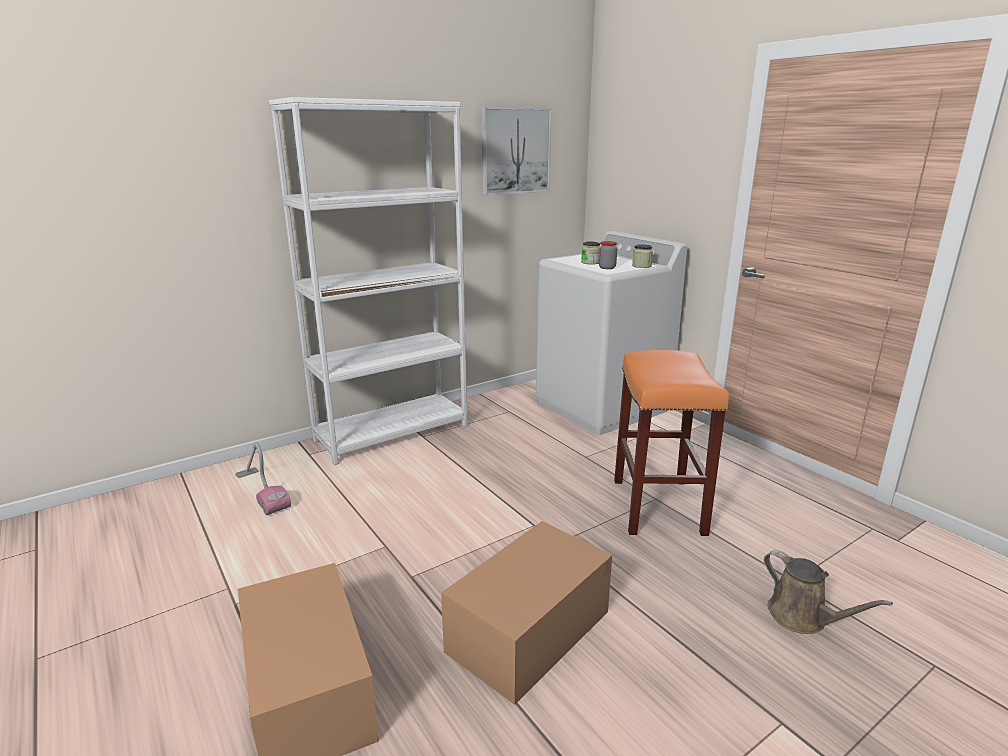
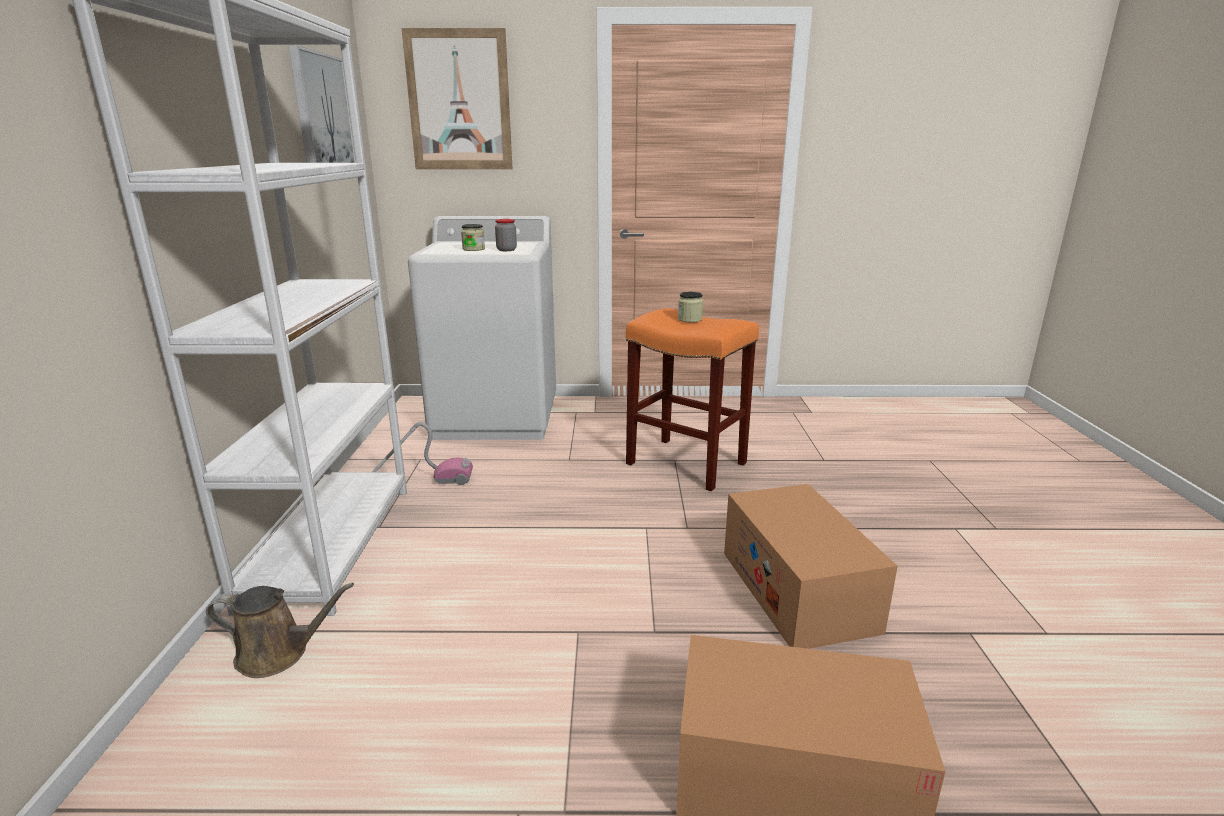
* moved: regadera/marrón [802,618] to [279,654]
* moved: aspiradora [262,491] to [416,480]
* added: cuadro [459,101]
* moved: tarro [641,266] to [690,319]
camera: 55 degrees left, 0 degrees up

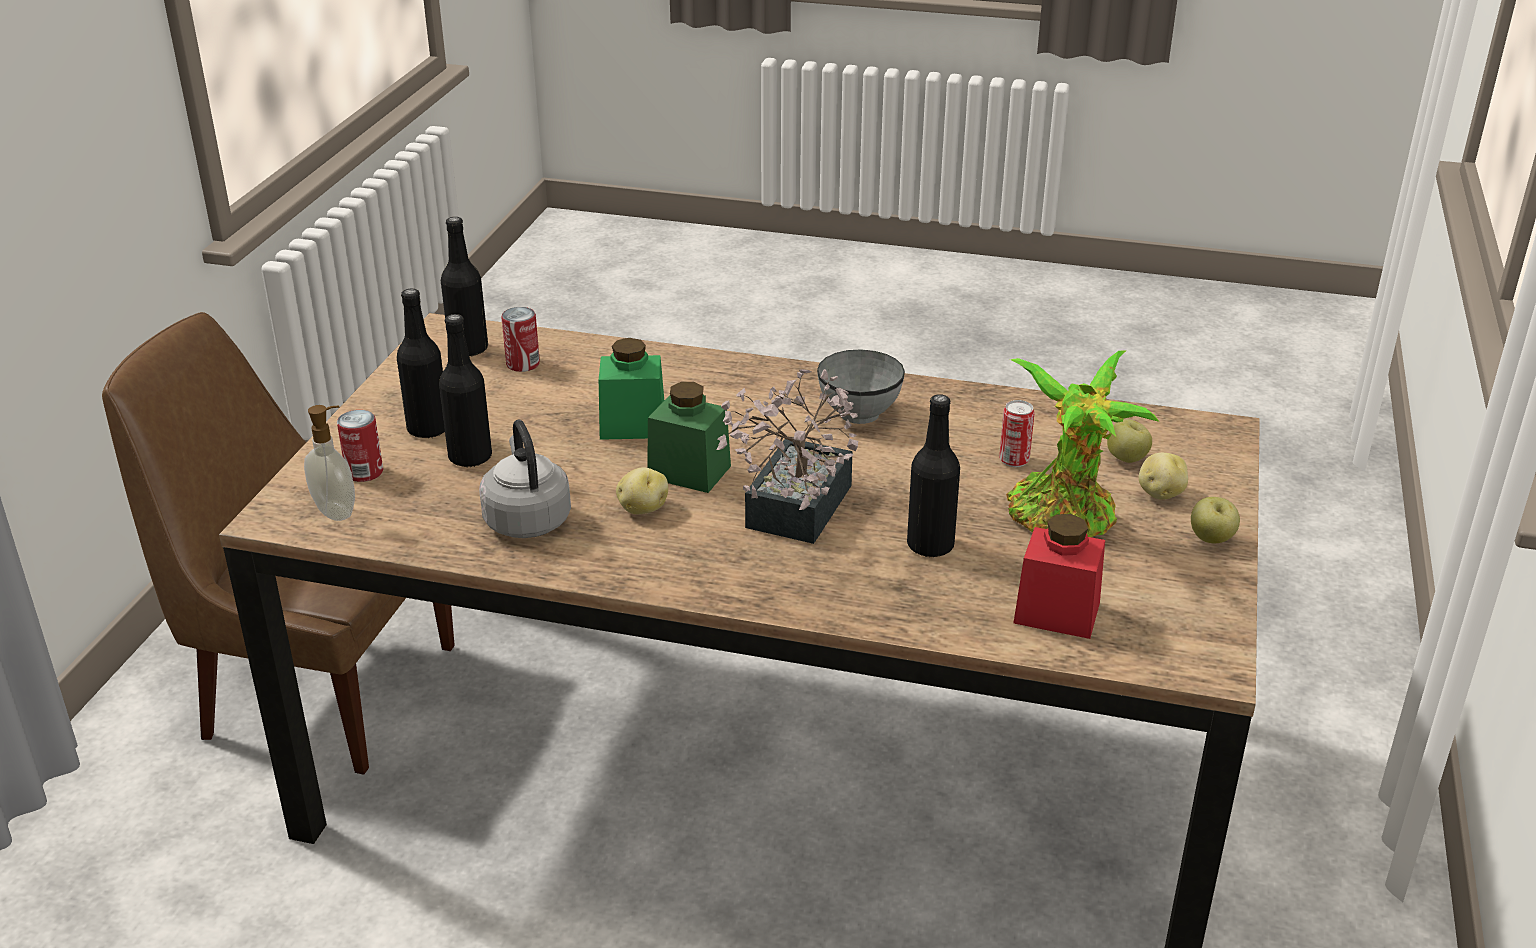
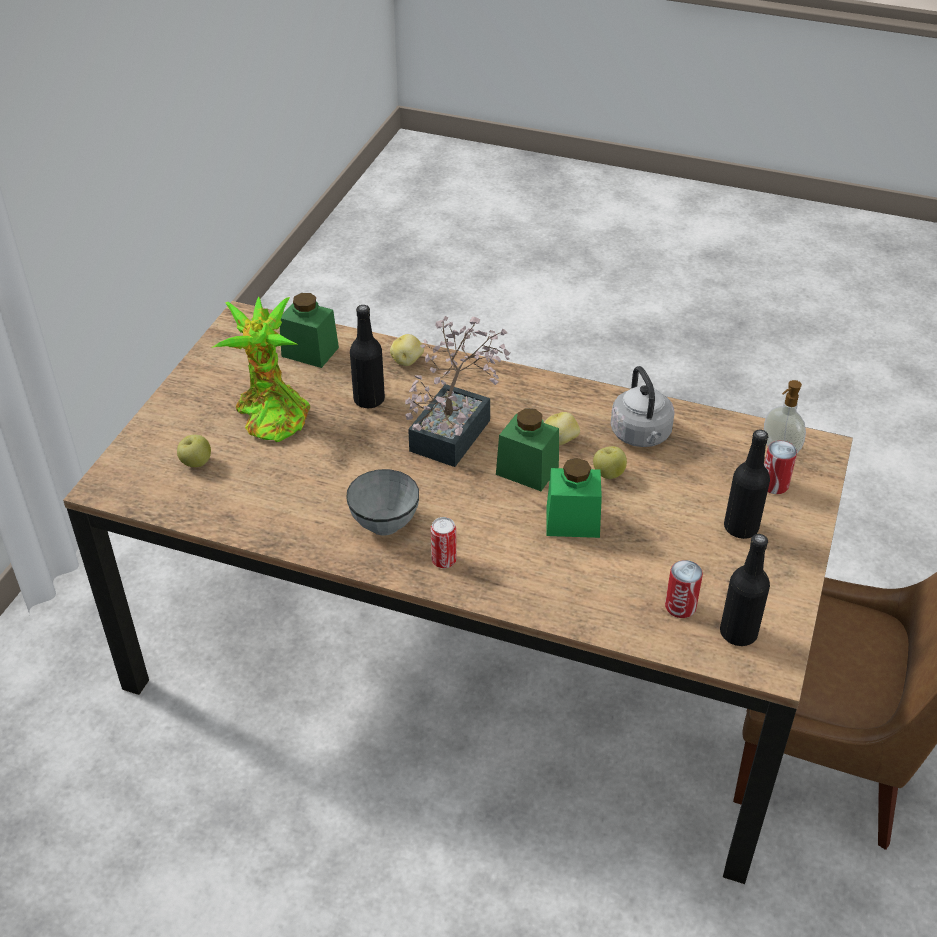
* recoloured: tarro/rojo [1056,613] to tarro/verde [310,352]
* moved: patata [1160,493] to [407,361]
* moved: lata [1014,460] to [444,560]
* moved: manzana [1211,539] to [608,474]
* removed: botella/negro [470,457]
camera: 175 degrees left, 10 degrees up

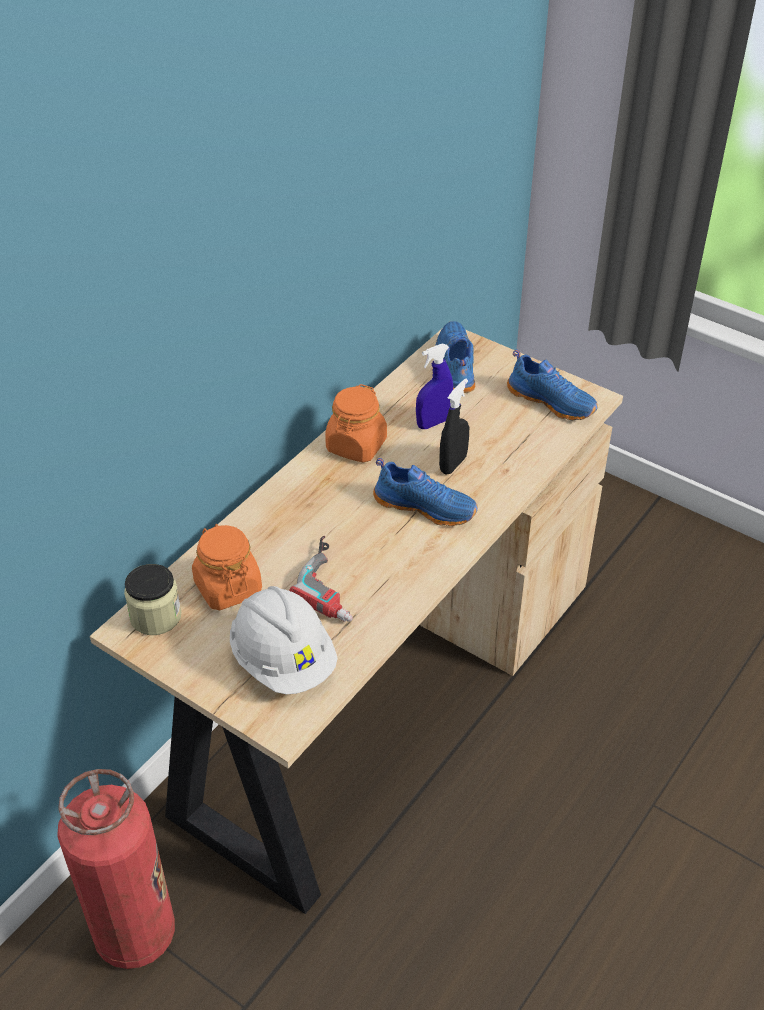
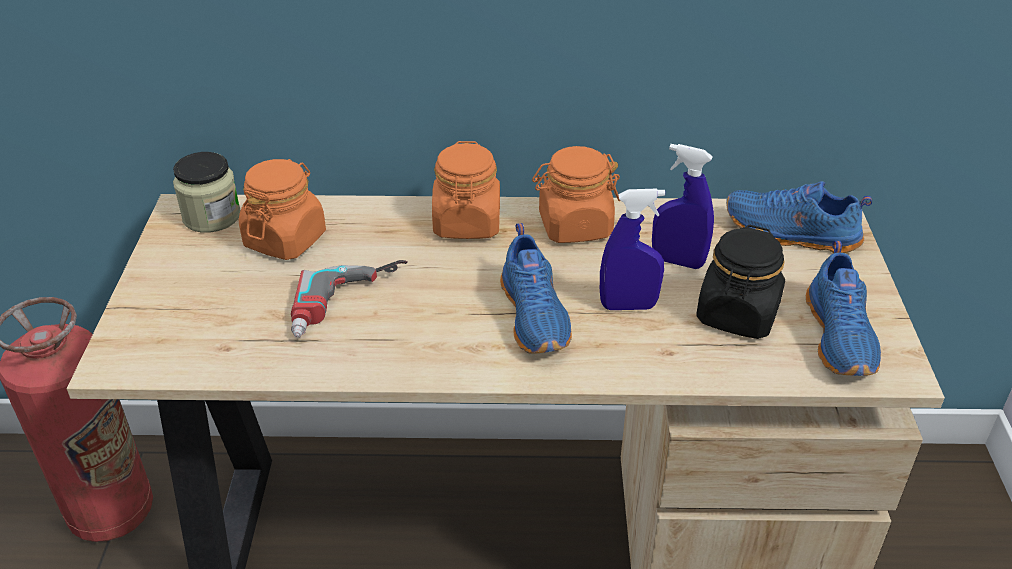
* added: tarro/naranja [467,223]
* recoloured: pulverizador/negro [453,464] to pulverizador/azul [628,306]
* added: tarro/negro [737,315]
* turned: zapato/azul [454,366] = [790,235] 120 degrees counterclockwise
* removed: casco/blanco [283,660]
camera: 55 degrees right, 5 degrees down

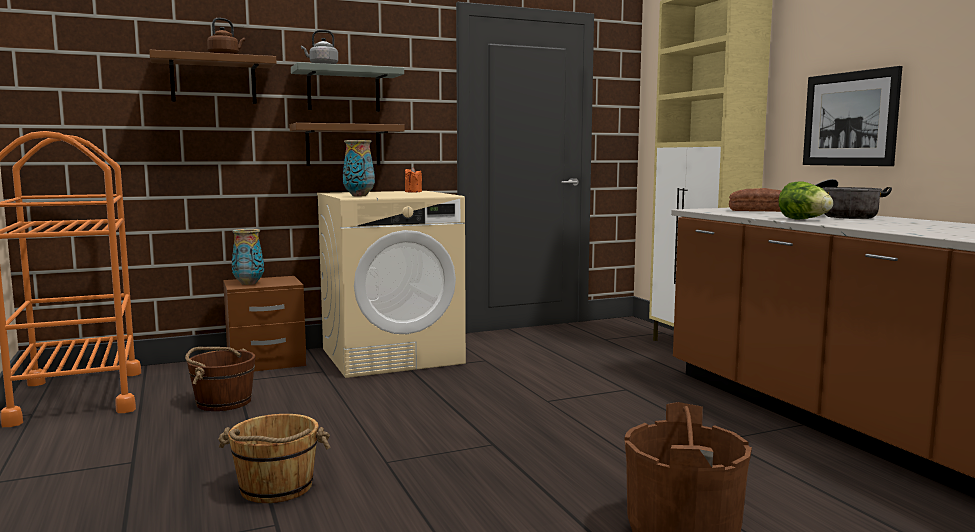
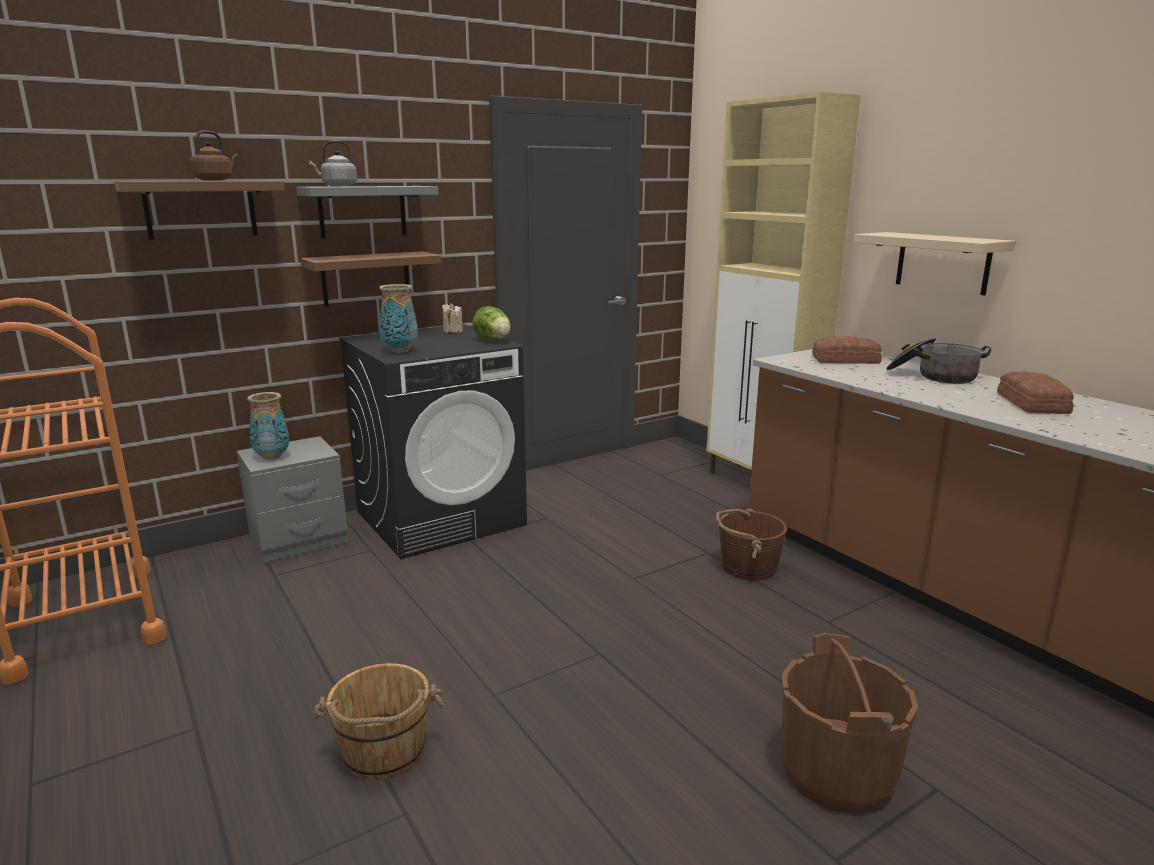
* recoloured: mesita de noche/marrón [266,363] to mesita de noche/gris [299,541]
* recoloured: lavadora/beis [392,356] to lavadora/negro [441,518]
* recoloured: vela/naranja [413,192] to vela/beis [453,331]
* moved: lechuga [804,220] to [494,340]
* moved: cubo/marrón [223,402] to [747,567]
* replaced: cuadro [850,119] to estante/beis [942,262]
* added: pan [1031,403]
camera: 10 degrees left, 10 degrees up

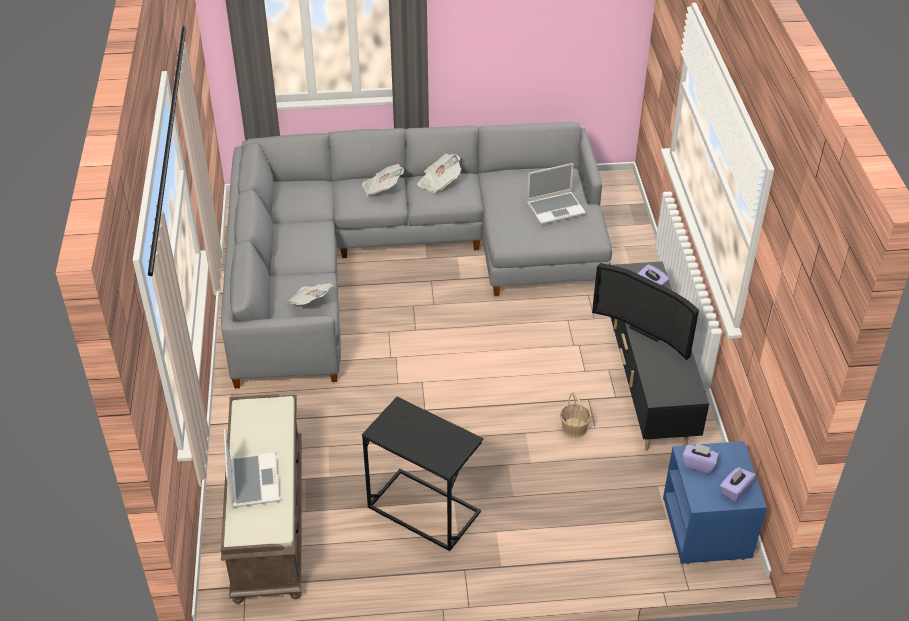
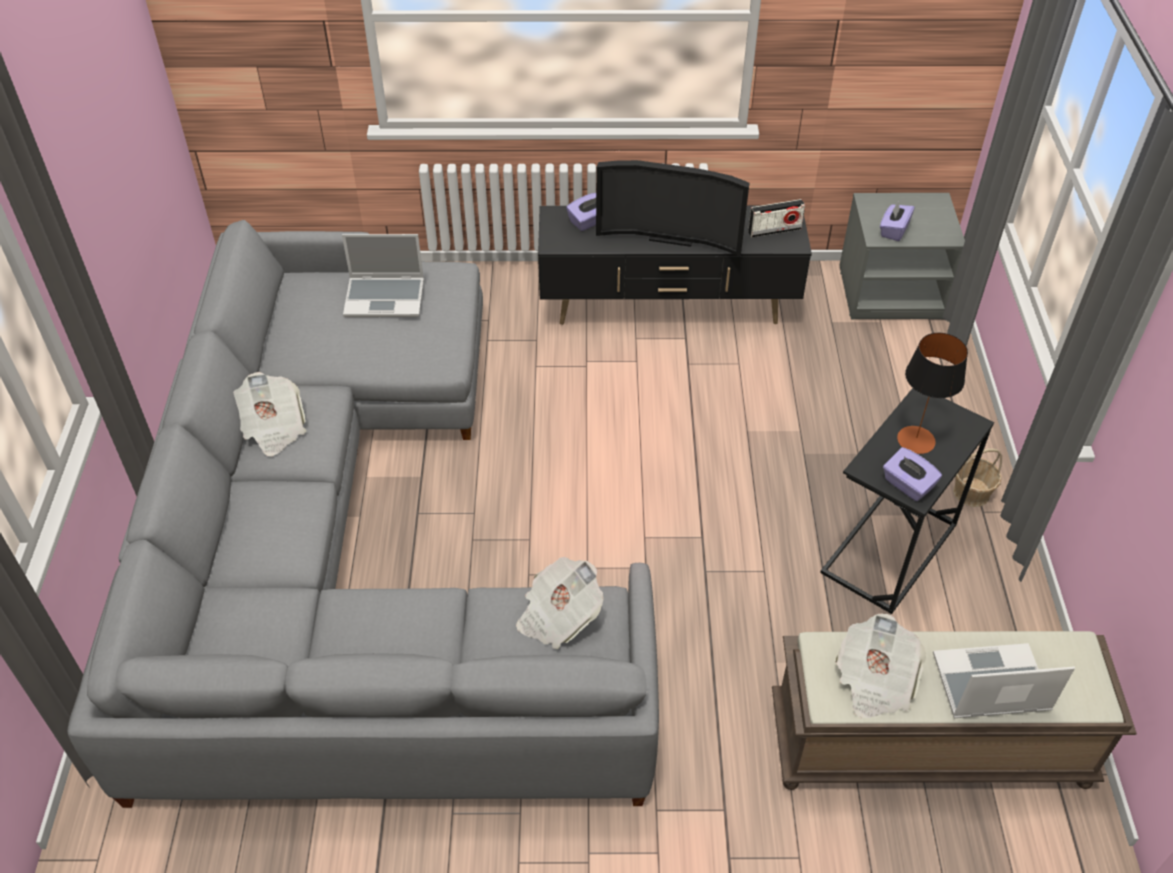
* turned: portátil [556,208] = [386,298] 105 degrees clockwise
* turned: televisor [647,329] = [671,235] 60 degrees clockwise
* added: radio [774,230]
* moved: periódico [382,189] to [874,681]
* recoloured: mesita de noche/azul [707,528] to mesita de noche/gris [891,292]
* moved: caja de pañuelos/morado [735,490] to [907,485]
* added: lámpara de mesa [916,440]
* moved: cesta [574,428] to [971,493]
camera: 85 degrees left, 5 degrees up

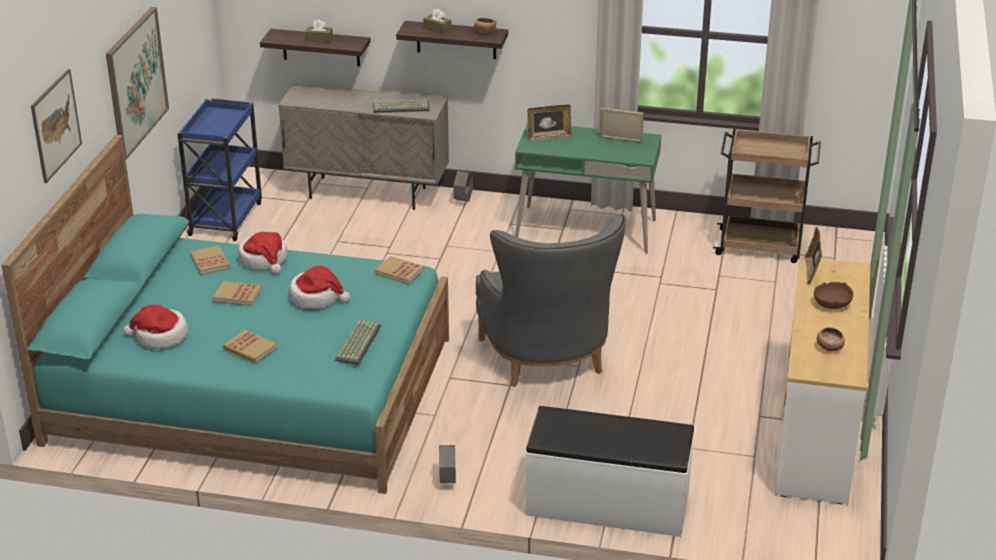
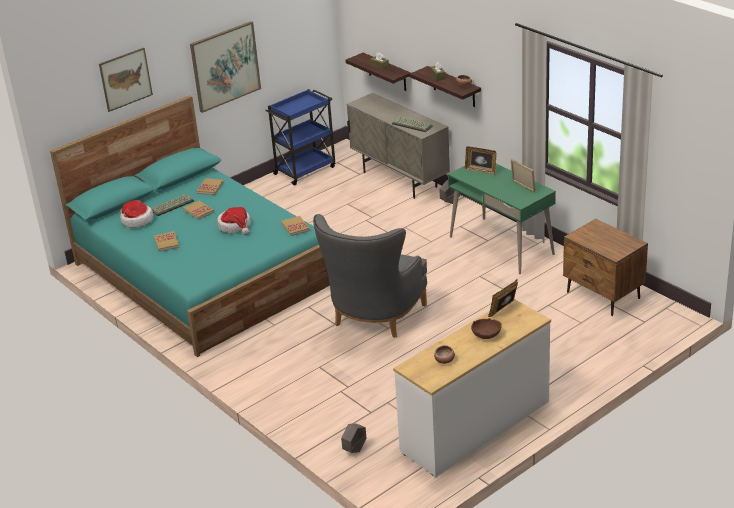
* moved: teclado [357,342] to [172,205]
* moved: maceta/gris [447,480] to [355,449]
* replaced: carrito/marrón [761,246] to mesita de noche/marrón [603,295]
* removed: sombrero [264,260]
* removed: banco/blanco [607,504]
camera: 40 degrees right, 0 degrees up

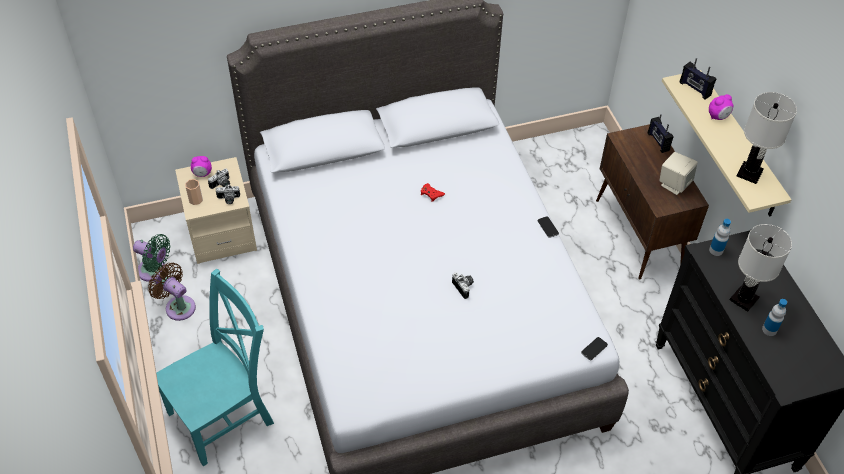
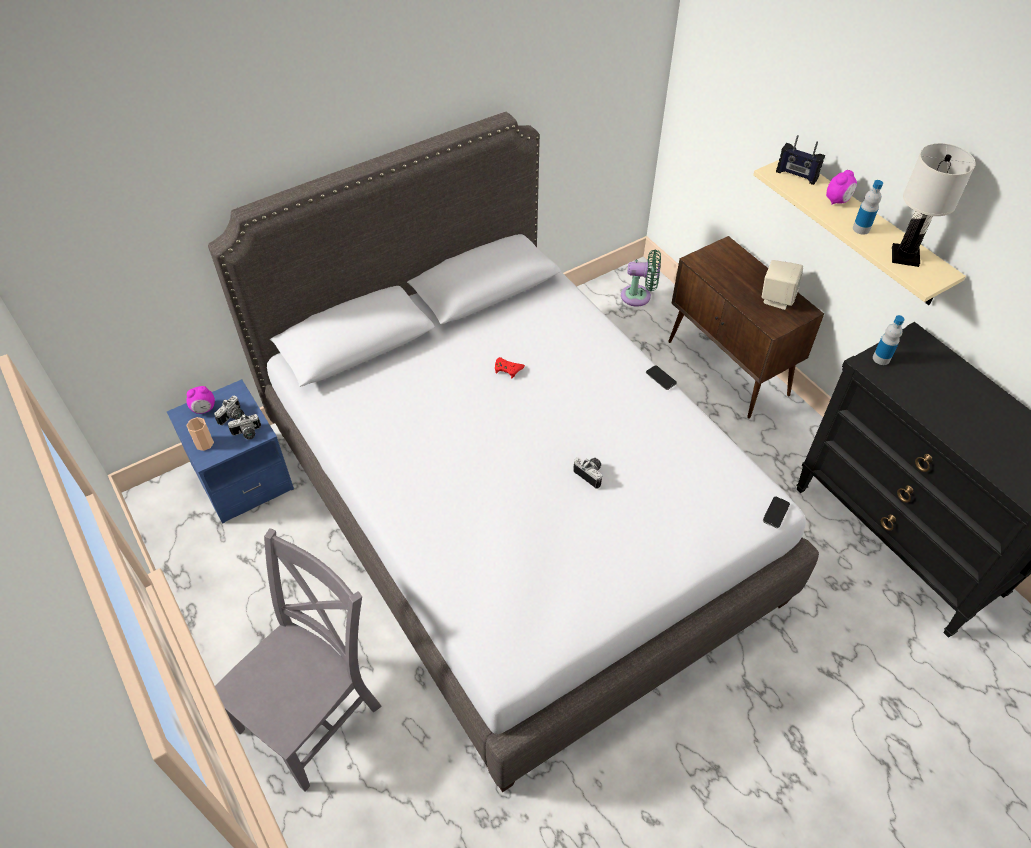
* recoloured: mesita de noche/beis [221,233] to mesita de noche/azul [242,477]
* recoloured: silla/turquesa [224,415] to silla/gris [314,713]
* moved: ventilador/verde [155,271] to [639,296]
* moved: botella [769,329] to [861,229]
* removed: ventilador/marrón [178,306]
* removed: radio [658,142]
* removed: lámpara de mesa/blanco [744,299]
camera: 15 degrees left, 0 degrees up

